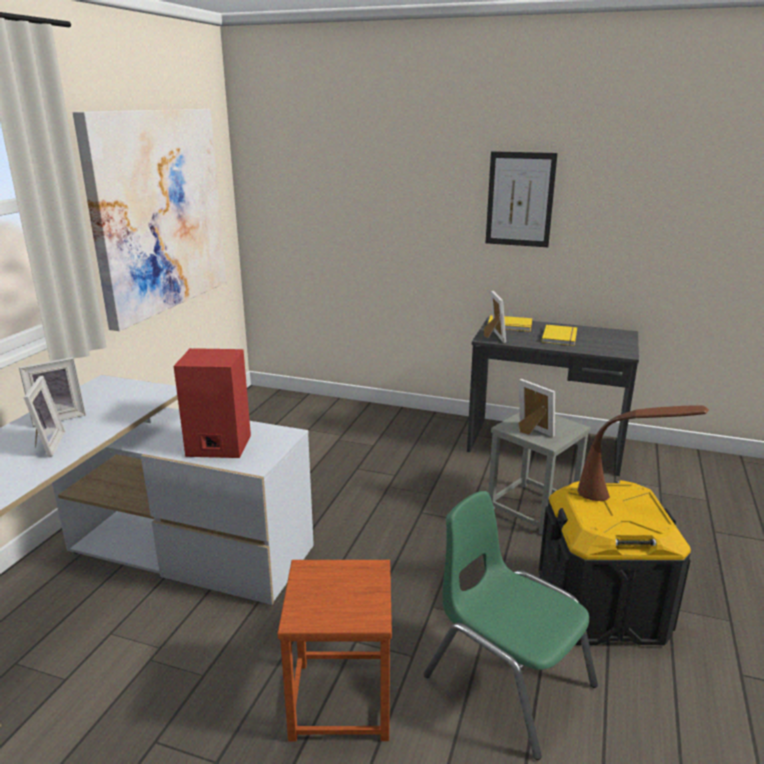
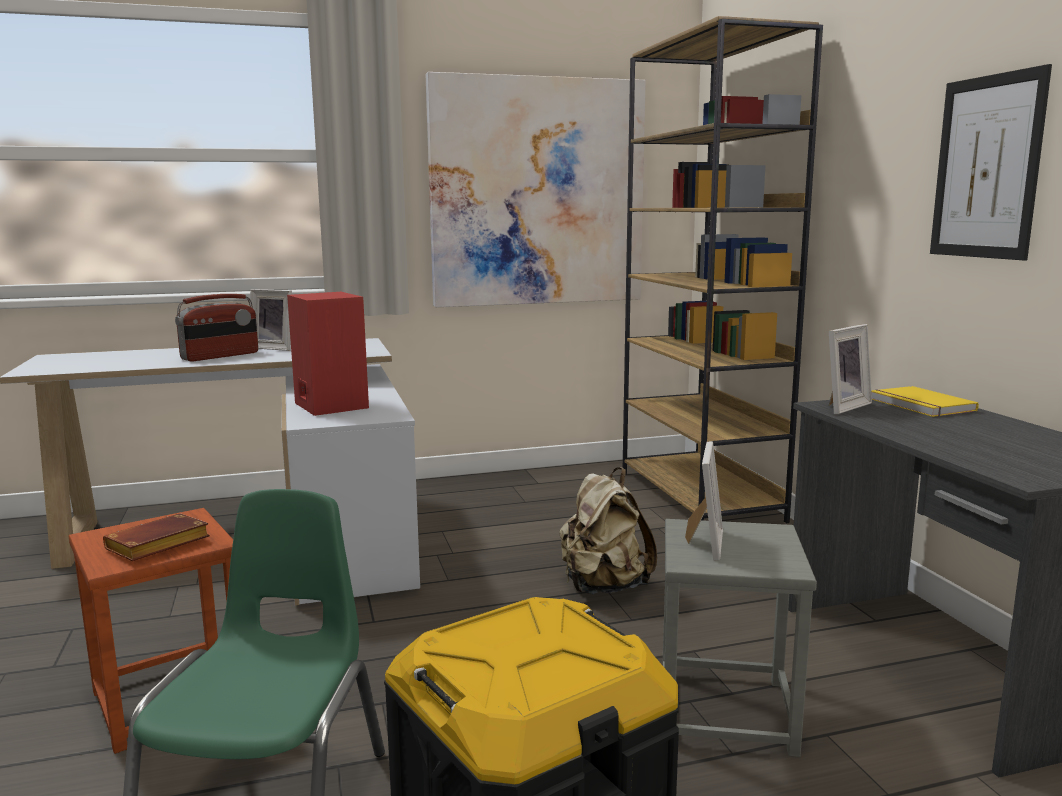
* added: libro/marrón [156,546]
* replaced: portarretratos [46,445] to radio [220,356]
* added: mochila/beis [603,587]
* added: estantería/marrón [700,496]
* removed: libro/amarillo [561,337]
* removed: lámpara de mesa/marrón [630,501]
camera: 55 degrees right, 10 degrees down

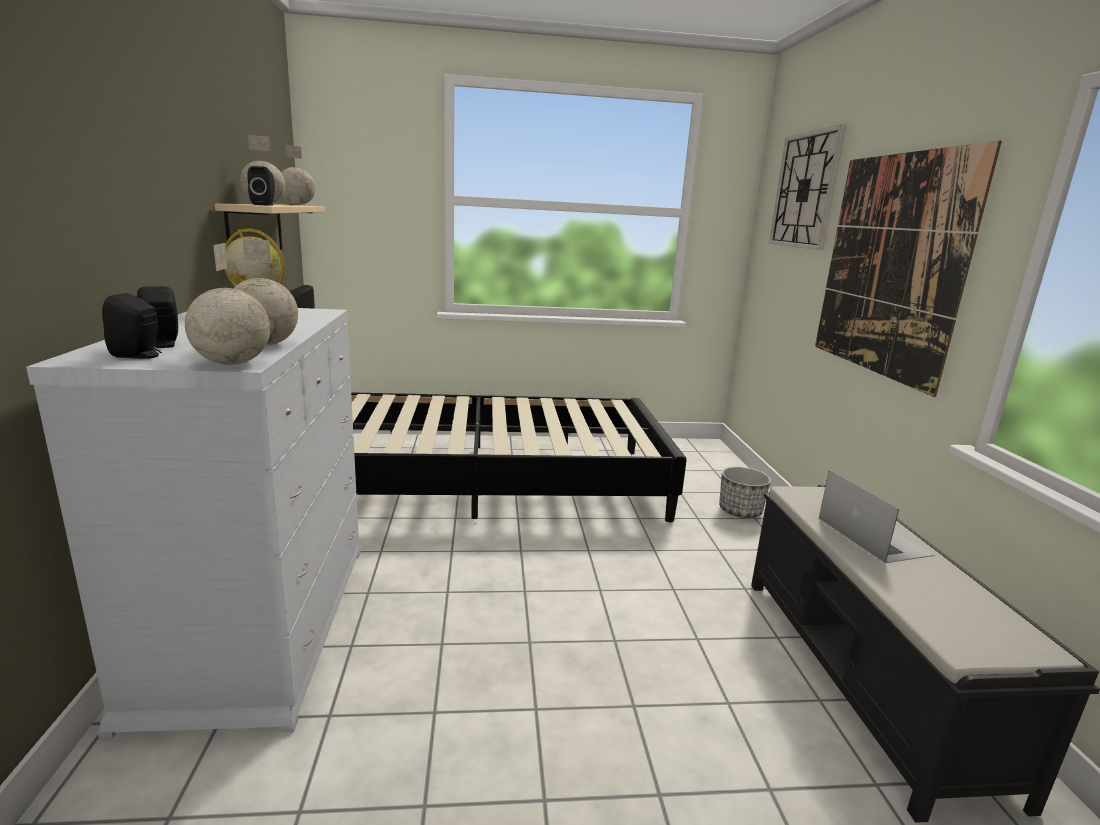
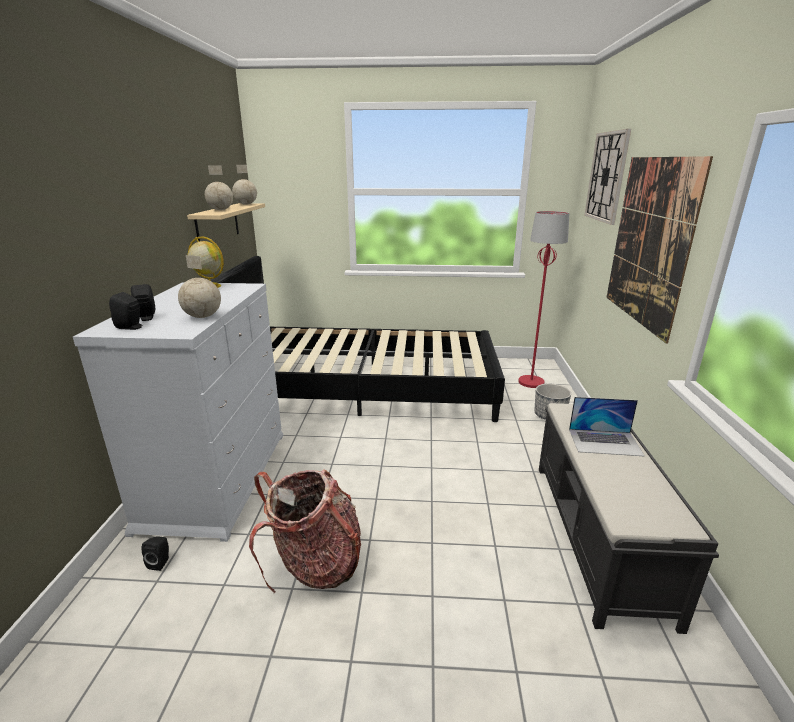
* moved: altavoz/negro [265,205] to [160,562]
* added: mochila [315,564]
* added: lámpara de pie/rojo [530,382]
* turned: portátil [872,536] = [605,442] 105 degrees clockwise
* removed: globo terráqueo [231,363]
camera: 10 degrees right, 5 degrees up

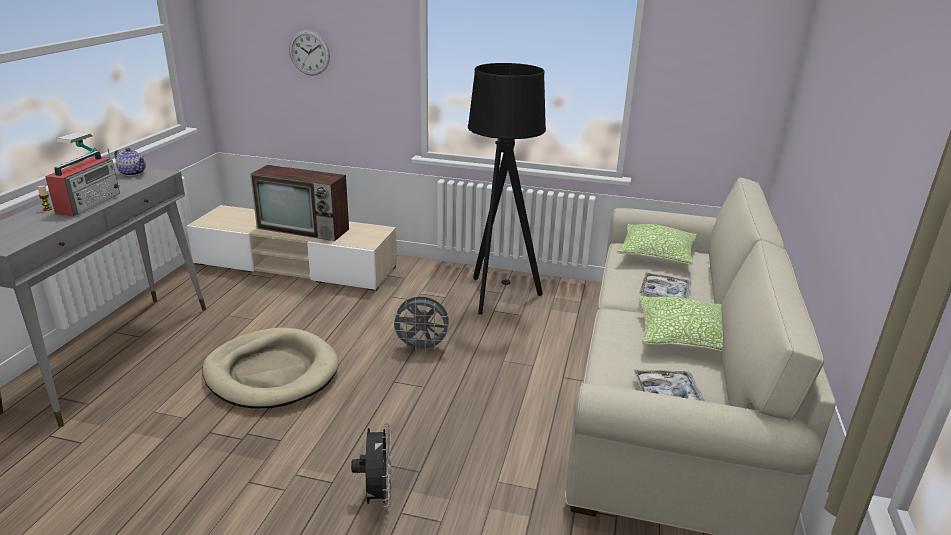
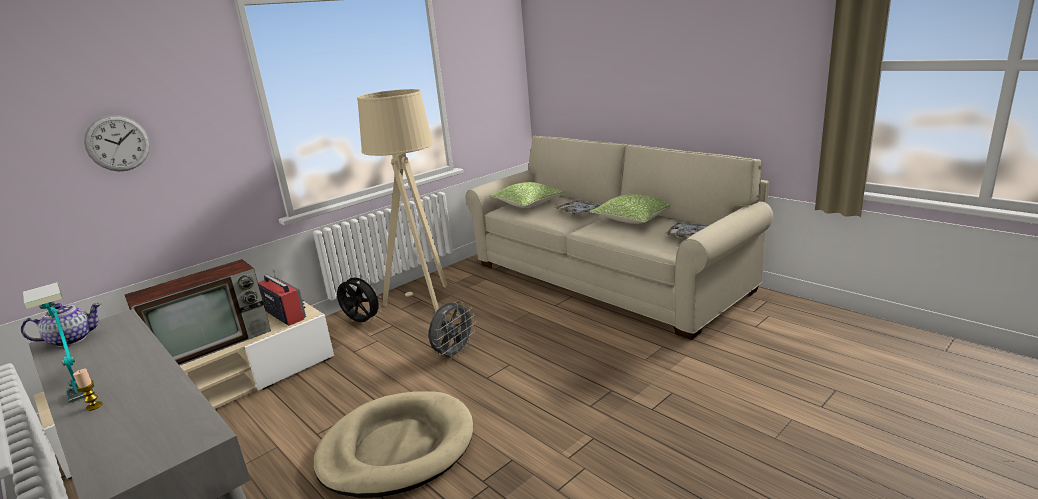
* moved: radio [89,203] to [284,314]
* moved: ventilador/negro [377,495] to [361,322]
* recoloured: lámpara de pie/negro [499,295] to lámpara de pie/beis [423,302]
camera: 55 degrees left, 5 degrees down

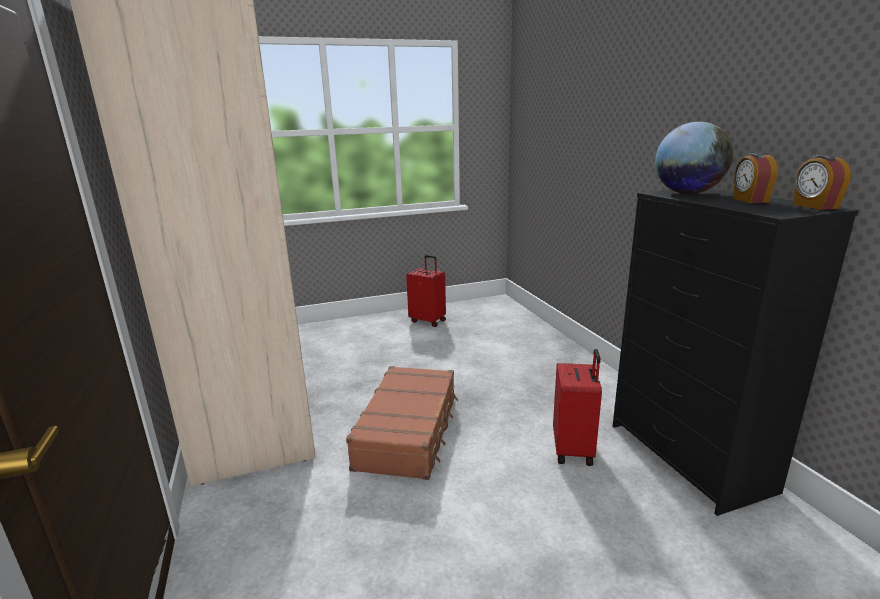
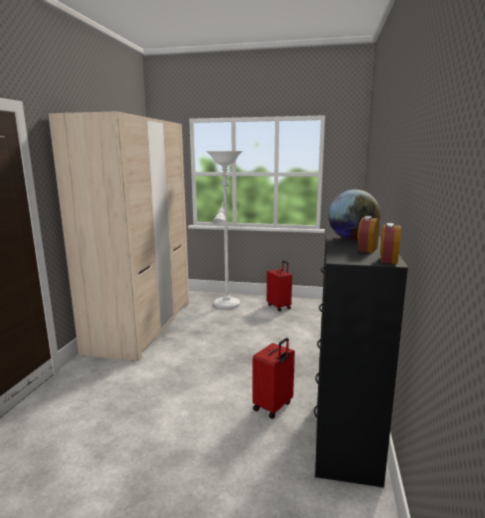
* added: lámpara de pie/blanco [226,305]
* removed: maleta/marrón [409,431]
camera: 30 degrees right, 5 degrees down

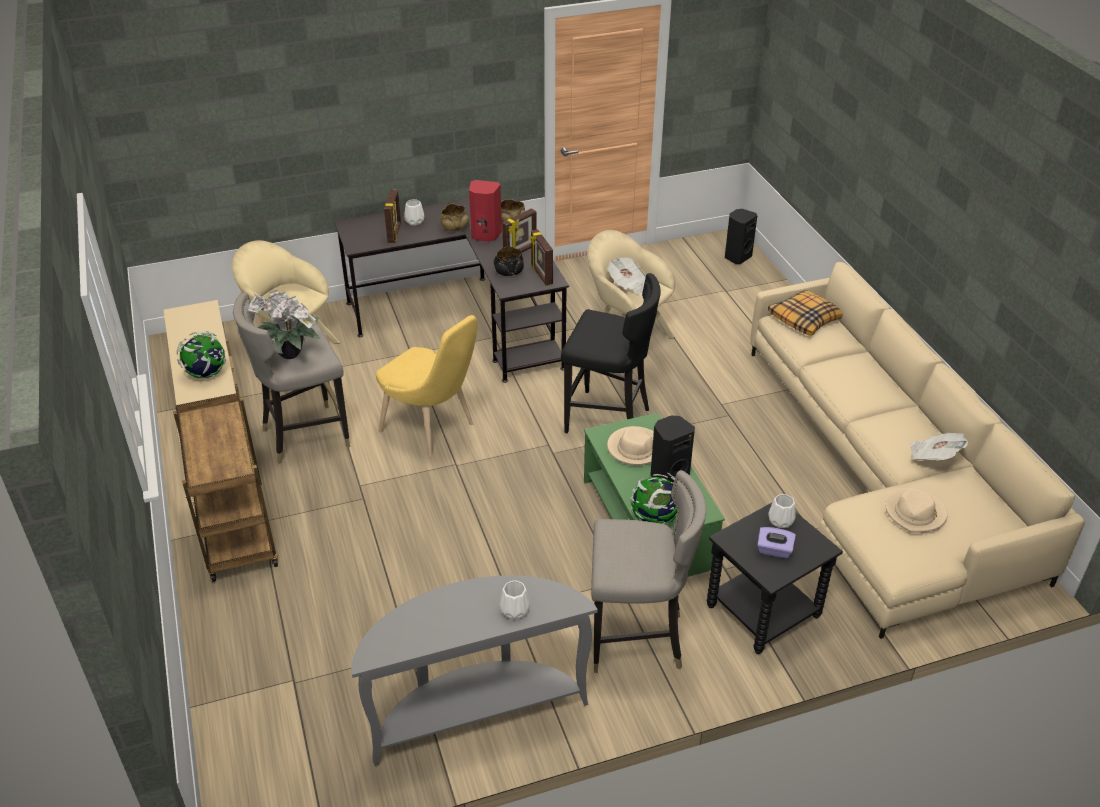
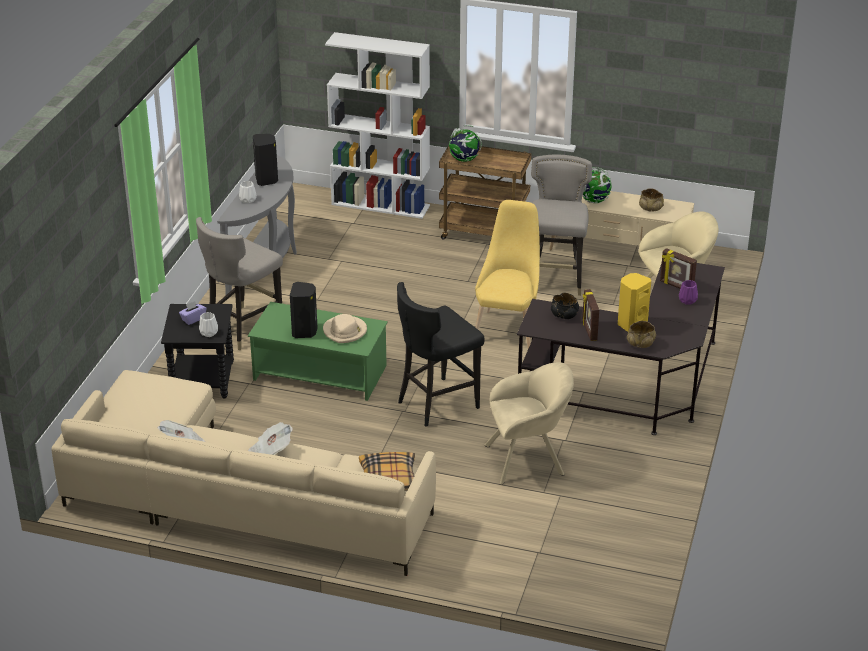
* moved: periódico [628,284] to [270,451]
* moved: altavoz/negro [737,257] to [267,180]
* added: estantería/blanco [381,205]
* moved: globo terráqueo [654,519] to [464,160]
* turned: silla/amarillo [432,430] = [507,327] 120 degrees clockwise
* recoloured: altavoz/rojo [485,235] to altavoz/amarillo [631,324]
* moved: cuenco/beis [454,227] to [650,208]
* recoloured: florero/blanco [415,221] to florero/morado [687,300]
* removed: planta en maceta [291,355]
* removed: portarretratos [541,275]
* removed: sombrero/beis [915,513]
camera: 125 degrees right, 5 degrees down

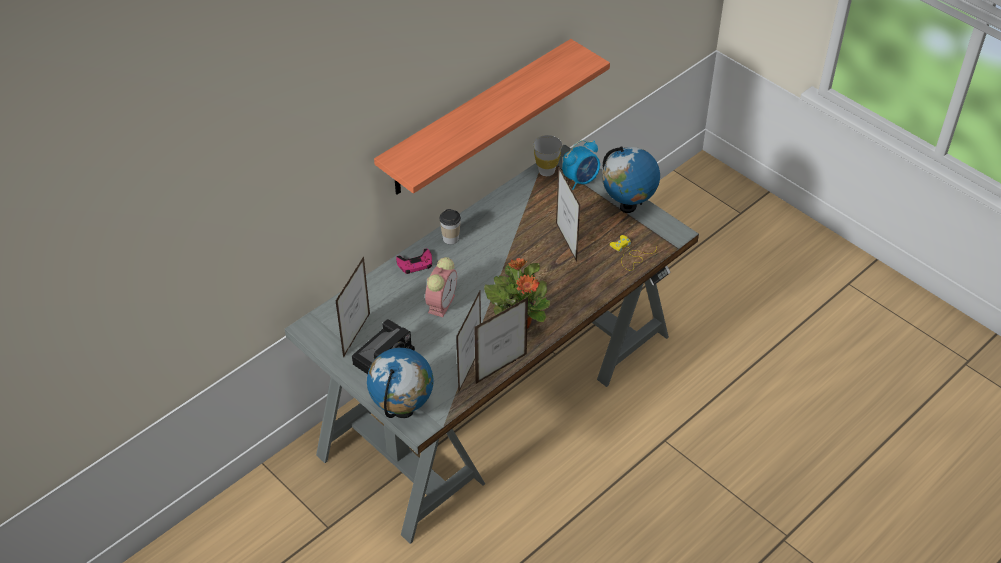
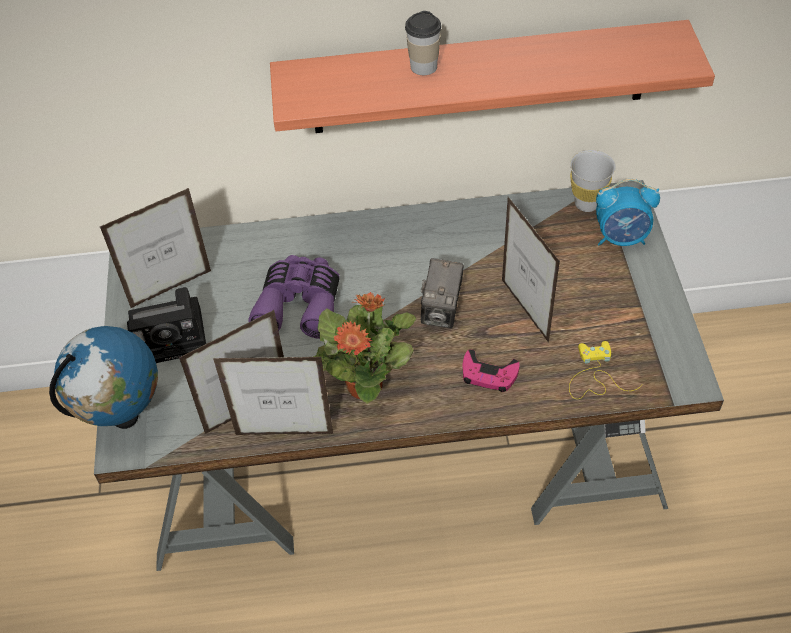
* replaced: despertador [441,302] to prismáticos/morado [300,304]
* moved: taza [450,239] to [423,67]
* added: cámara [442,311]
* moved: mando de consola/rosa [415,264] to [489,374]
* turned: portarretratos [566,242] = [524,311] 45 degrees counterclockwise
* removed: globo terráqueo [627,207]
camera: 40 degrees right, 5 degrees up

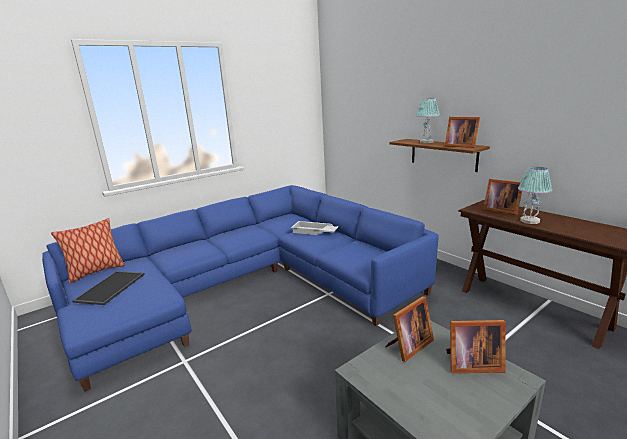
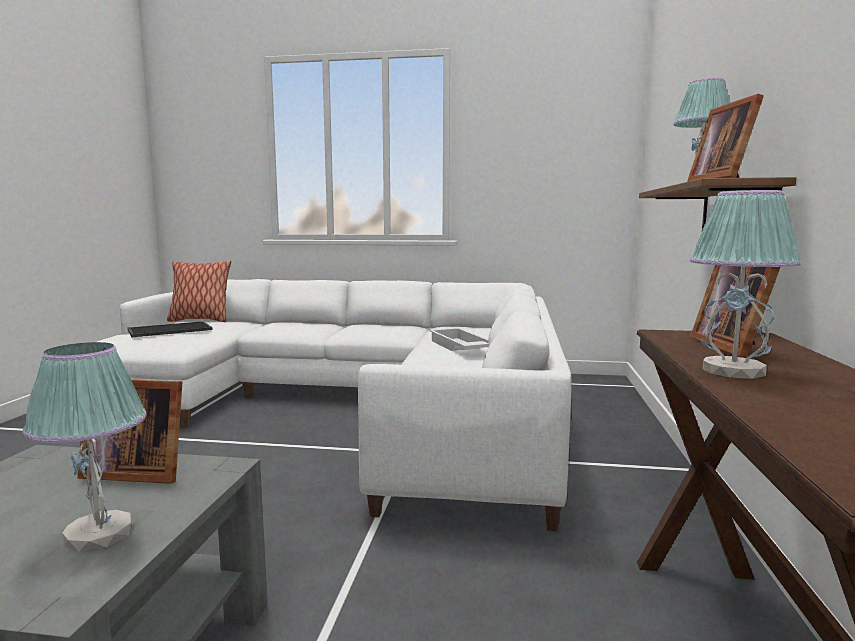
* replaced: portarretratos [471,364] to lámpara de mesa [100,534]
* recoloured: sofá/azul [247,285] to sofá/blanco [350,405]
camera: 45 degrees right, 10 degrees down

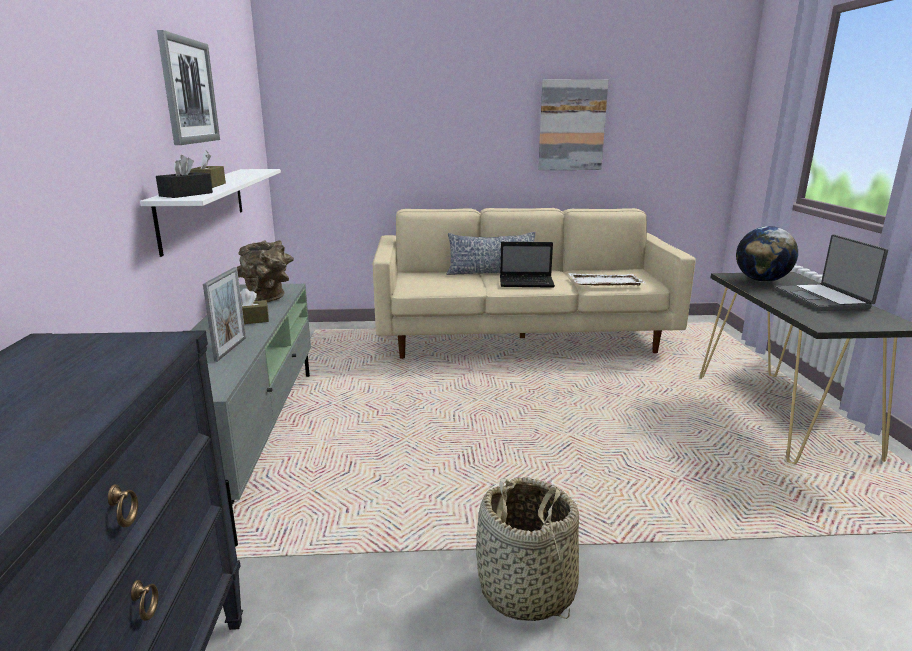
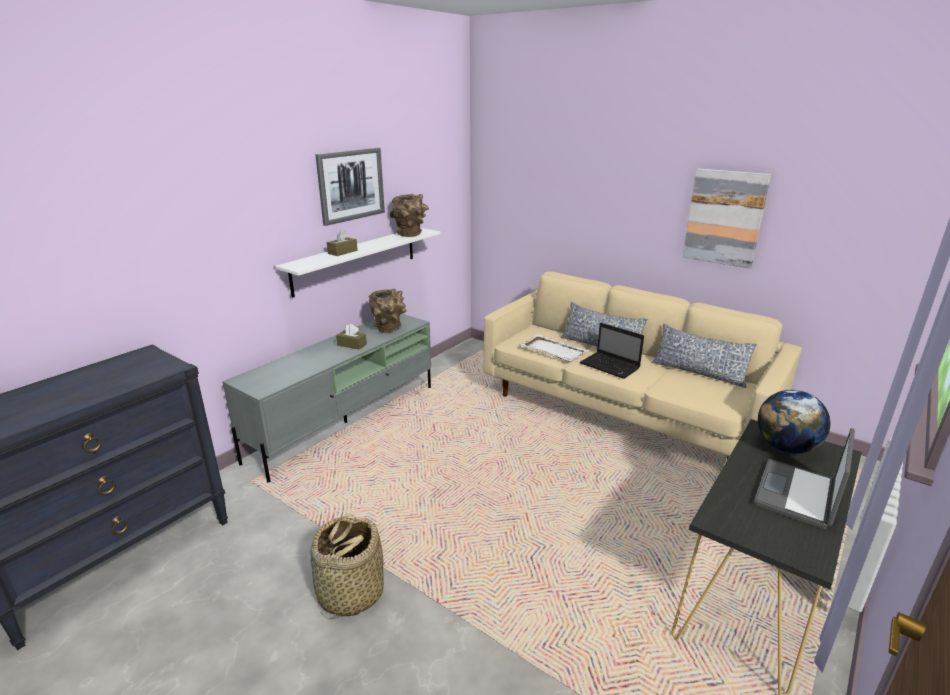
* added: florero/marrón [410,235]
* moved: bandeja/blanco [605,282] to [552,350]
* added: cojín [698,372]
* removed: caja de pañuelos/negro [186,194]
* removed: portarretratos [230,349]
camera: 40 degrees right, 5 degrees up

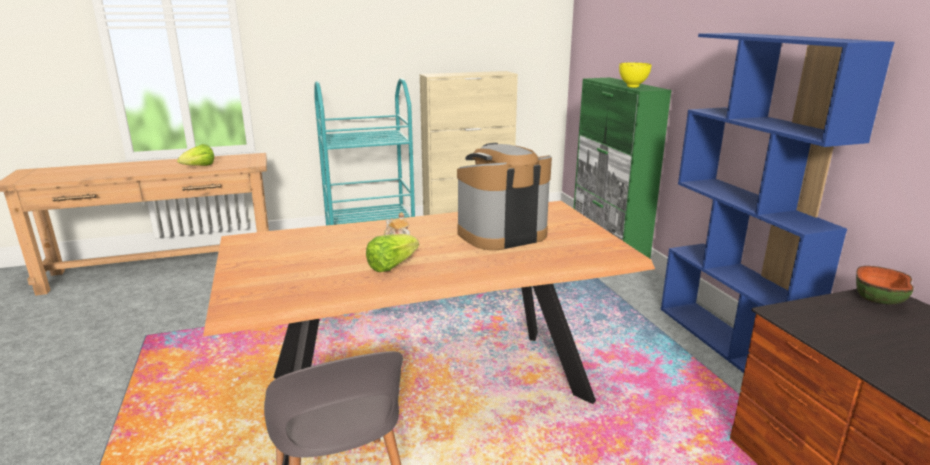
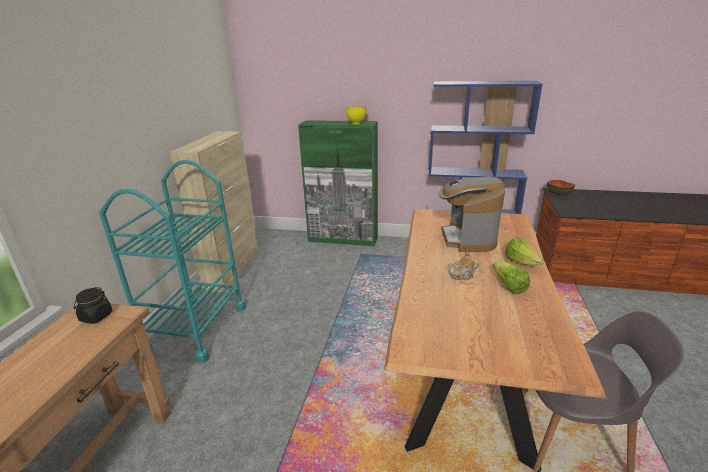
* added: tarro/negro [96,317]
* moved: lechuga [199,167] to [521,262]
camera: 60 degrees left, 5 degrees up

